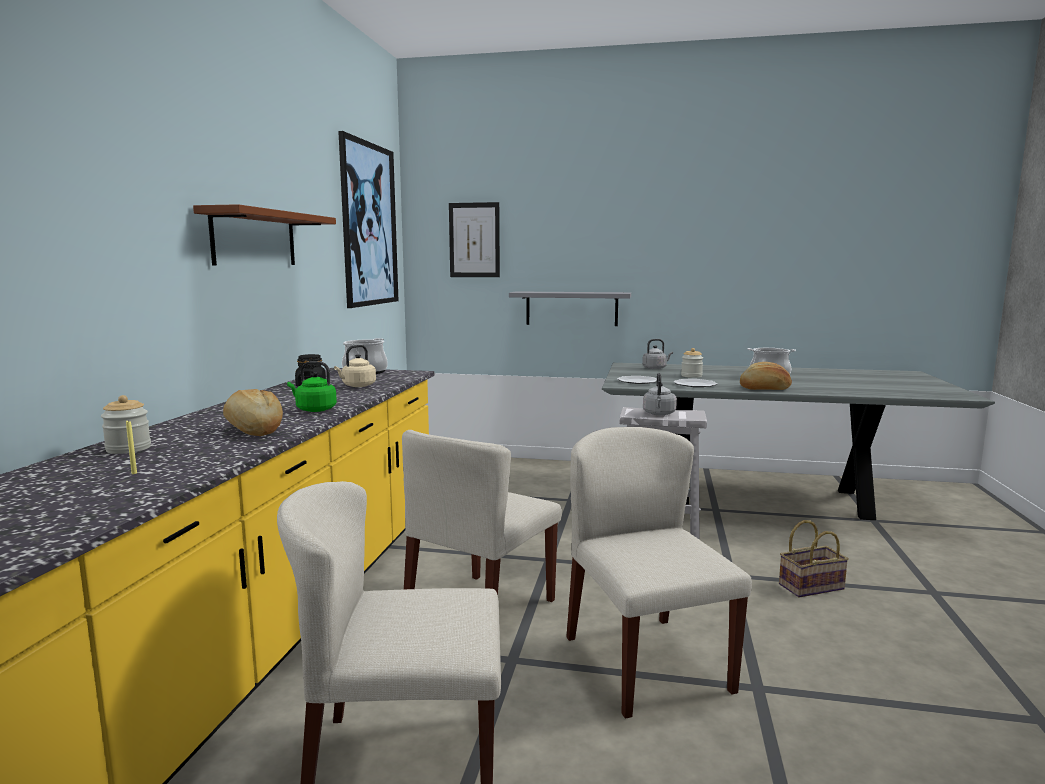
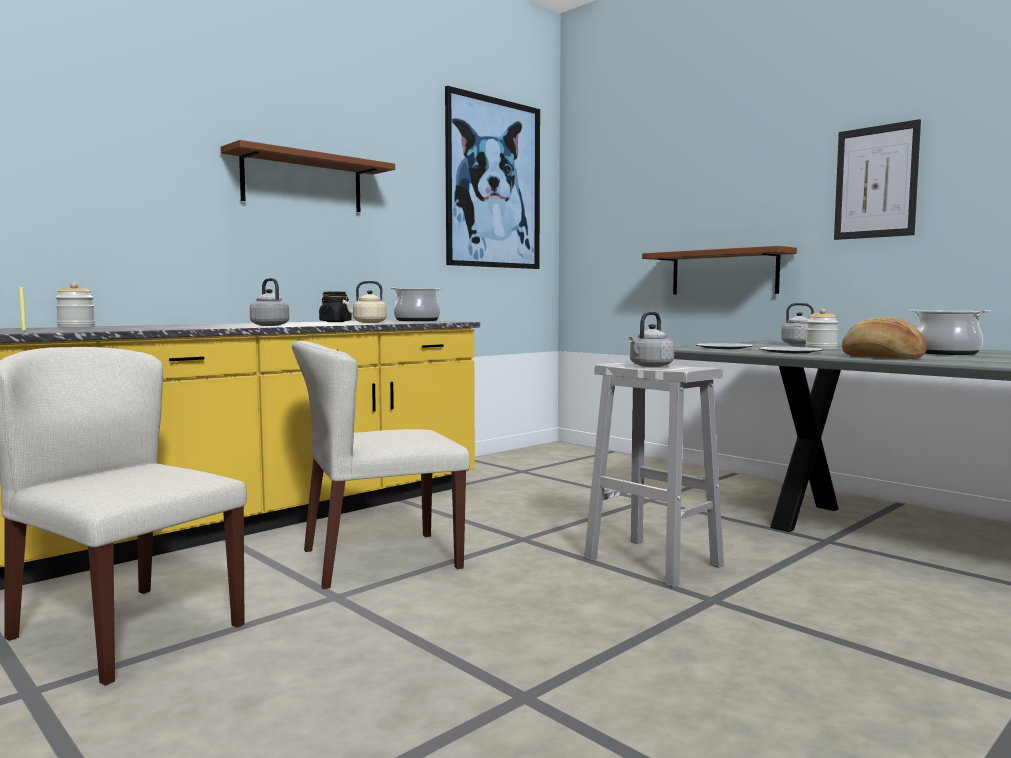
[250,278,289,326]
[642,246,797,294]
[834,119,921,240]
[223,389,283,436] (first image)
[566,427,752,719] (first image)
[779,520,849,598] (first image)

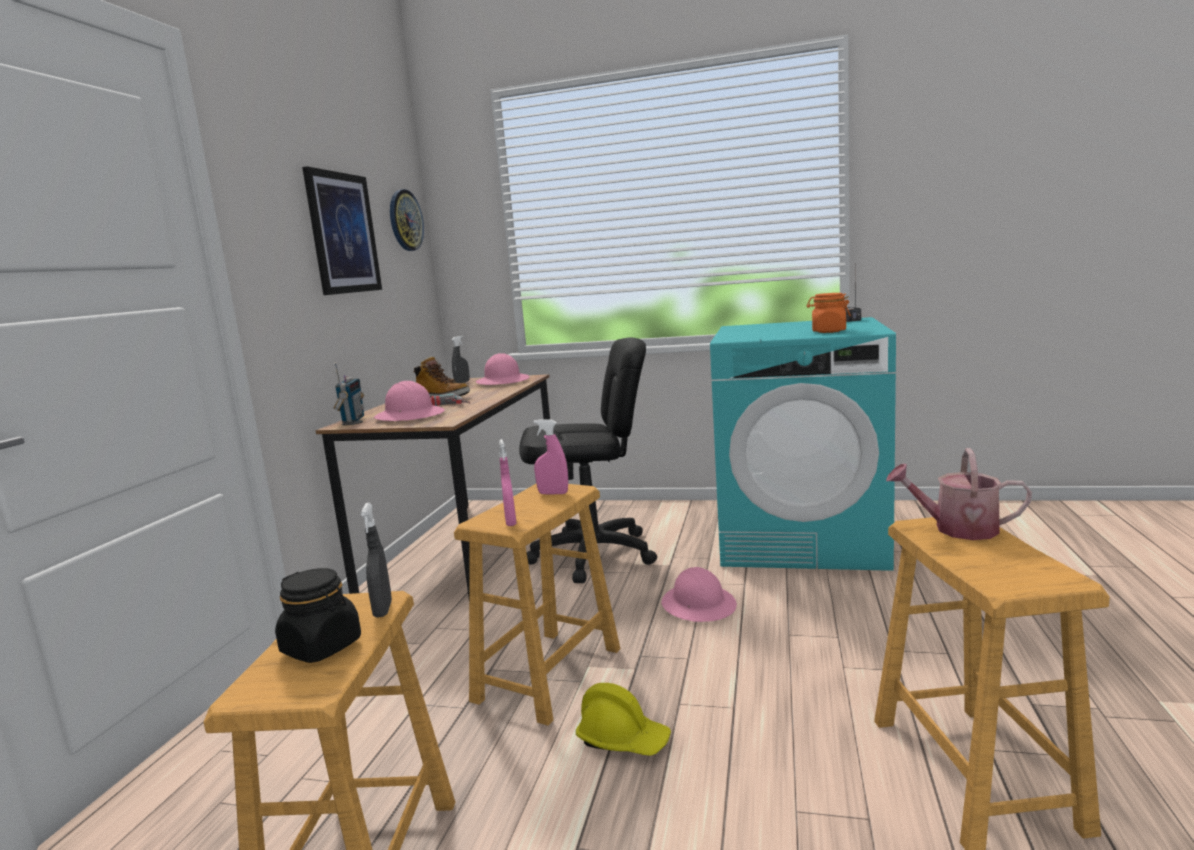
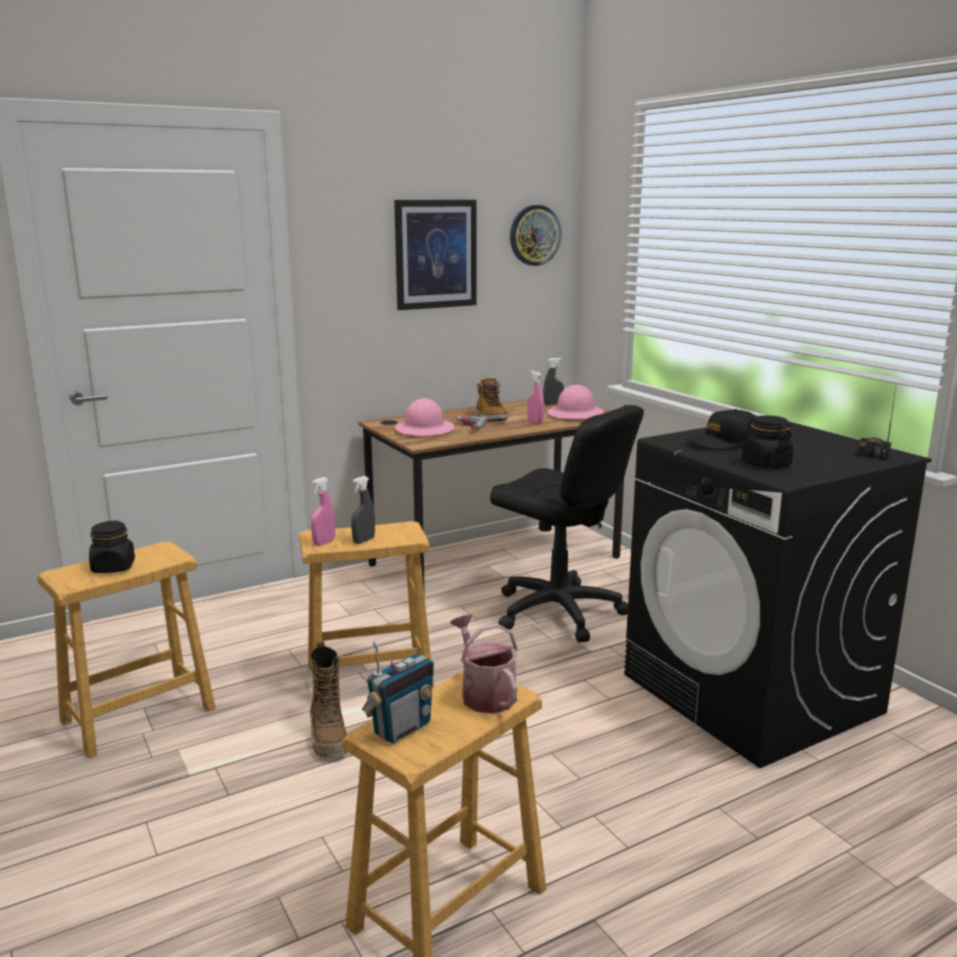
[309,641,347,757]
[351,476,375,544]
[362,641,434,744]
[527,371,544,424]
[624,421,932,768]
[688,409,756,450]
[742,415,794,468]
[661,567,737,622] (first image)

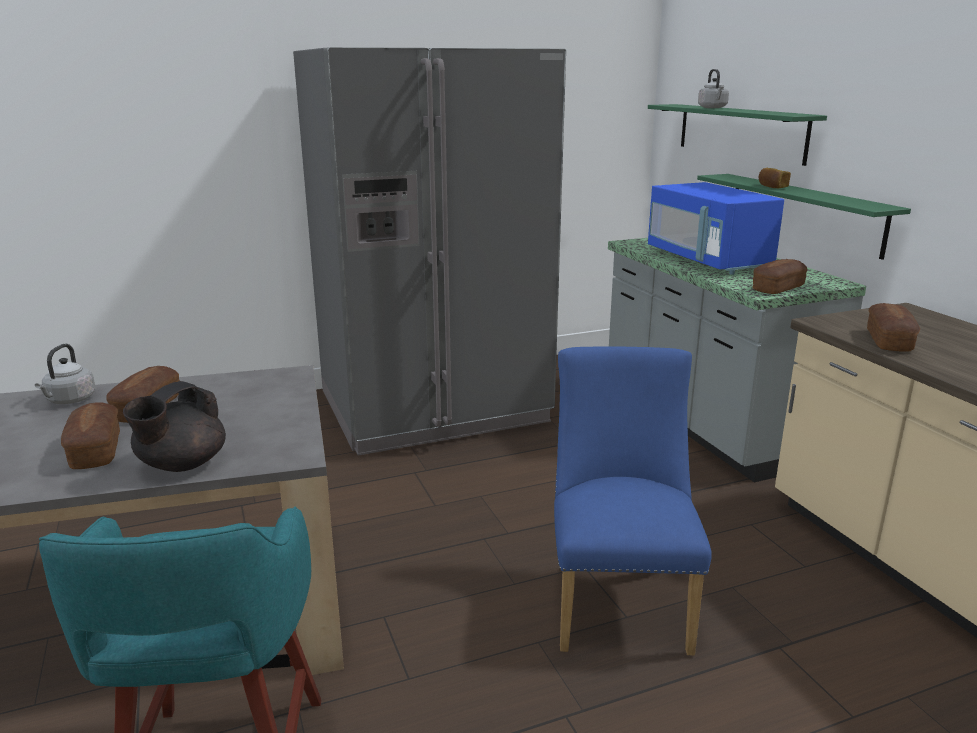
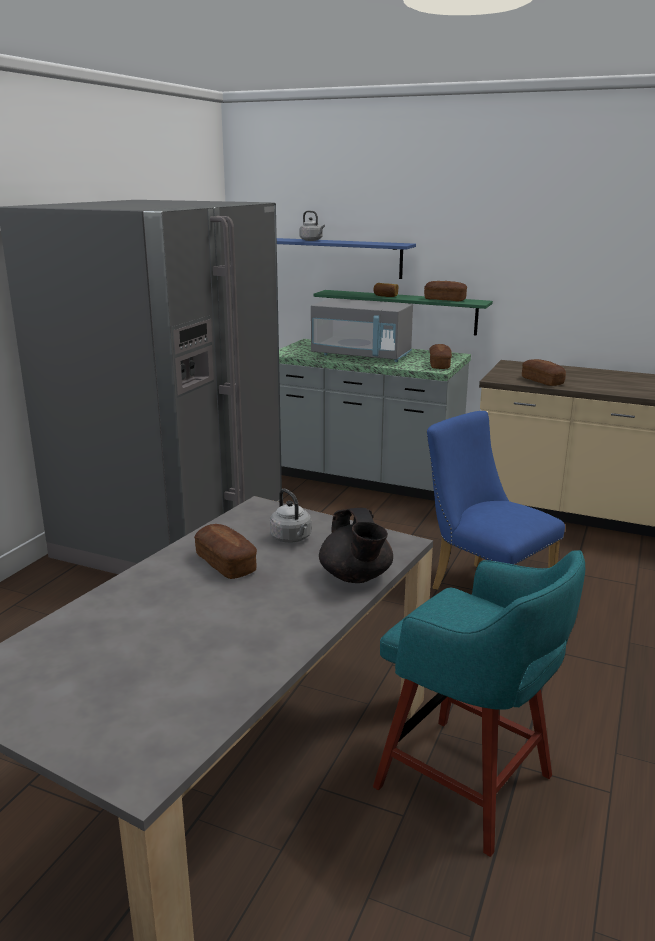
[270,489,311,543]
[277,238,416,279]
[311,298,413,362]
[424,281,467,301]

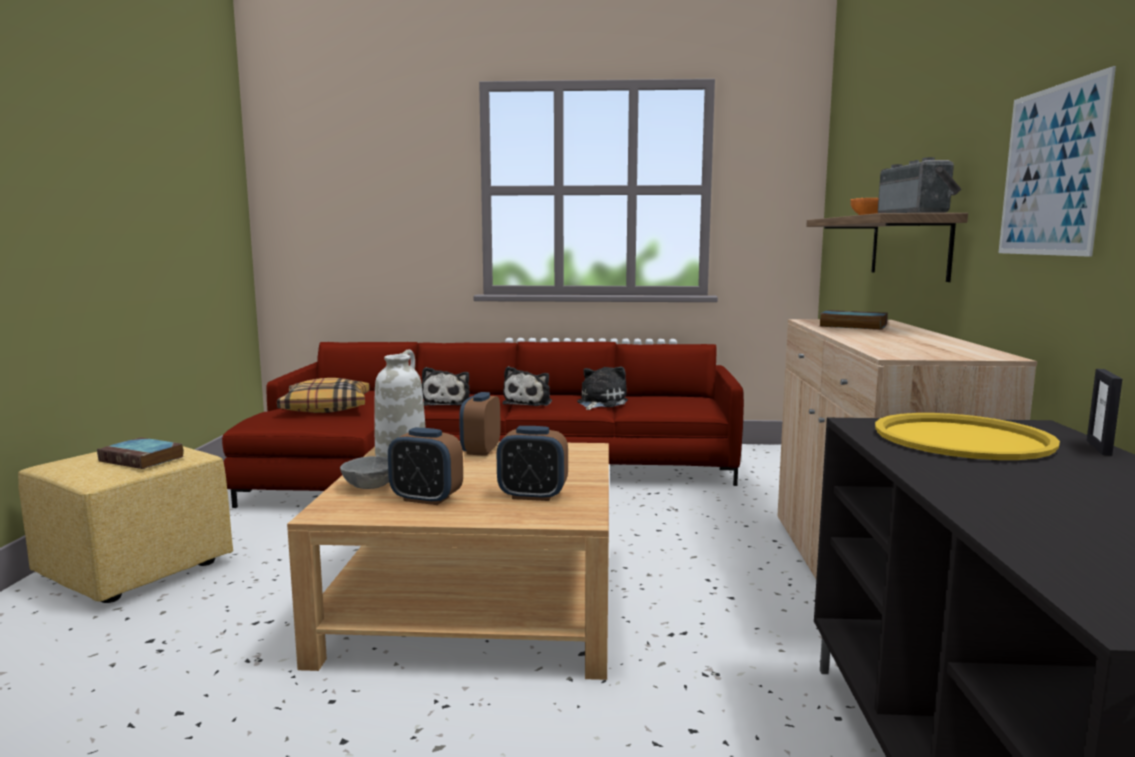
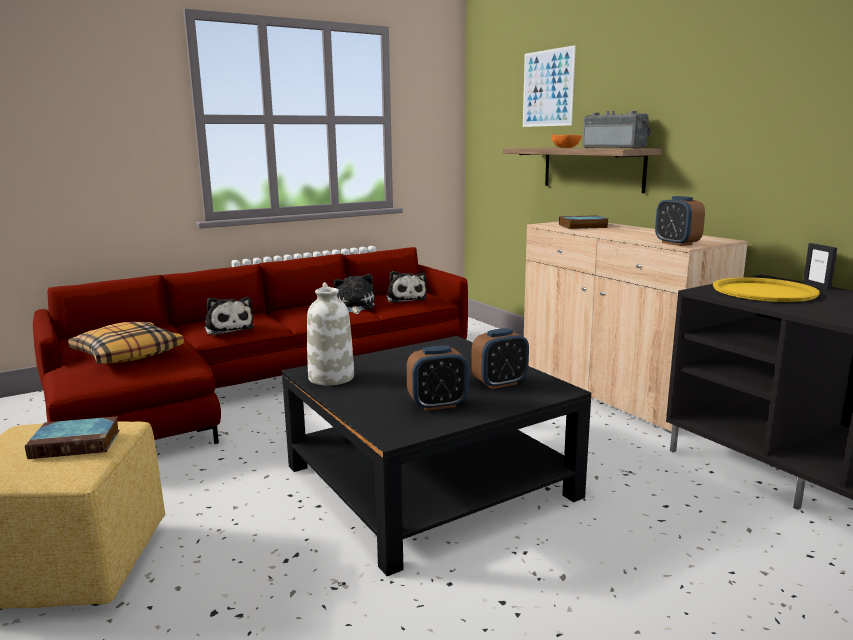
[282,336,591,576]
[386,271,427,303]
[523,45,576,127]
[655,196,705,246]
[340,456,389,489] (first image)

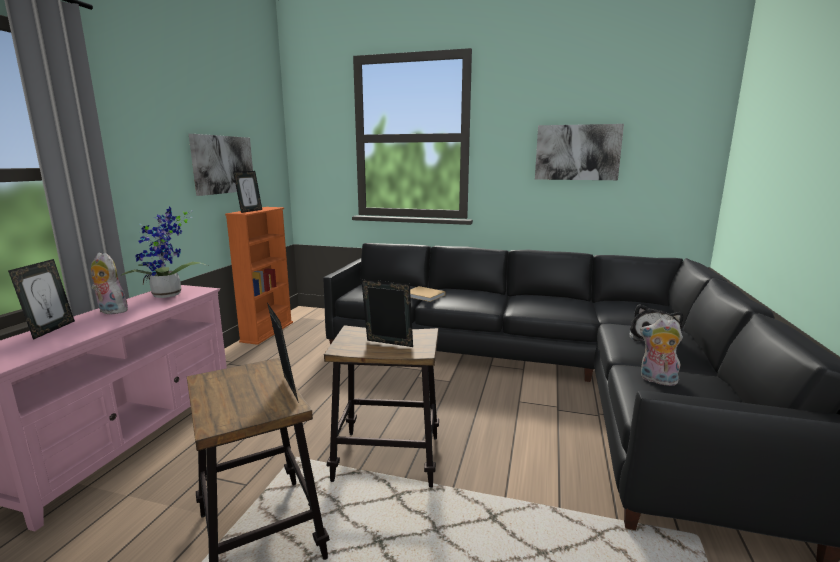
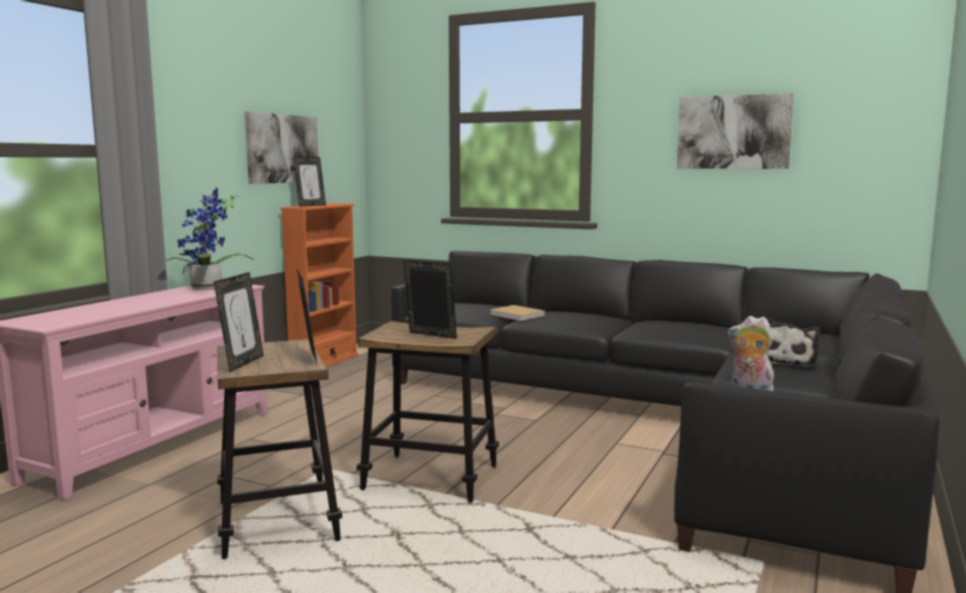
[214,272,264,372]
[90,252,128,314] (first image)

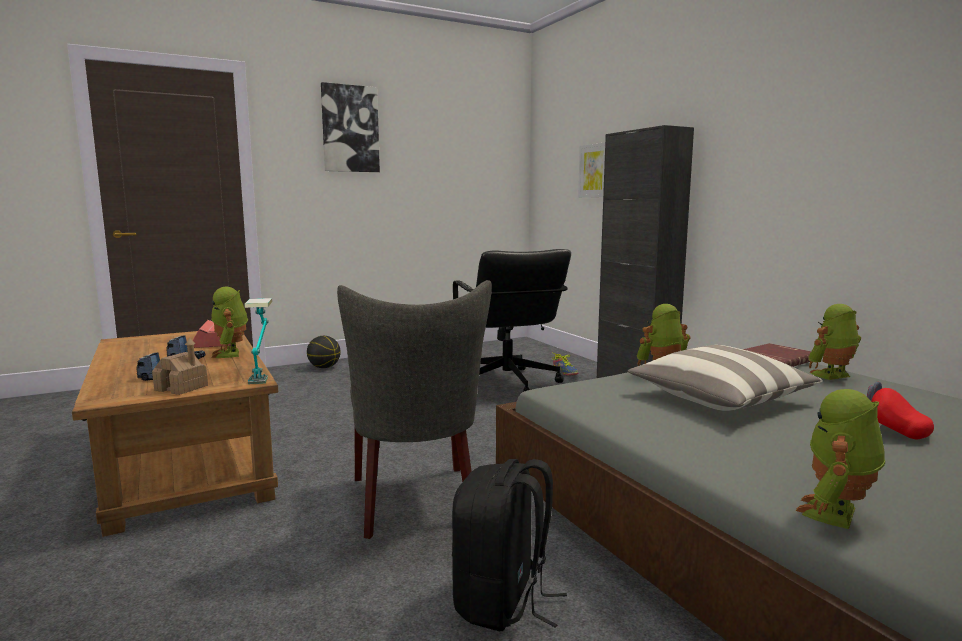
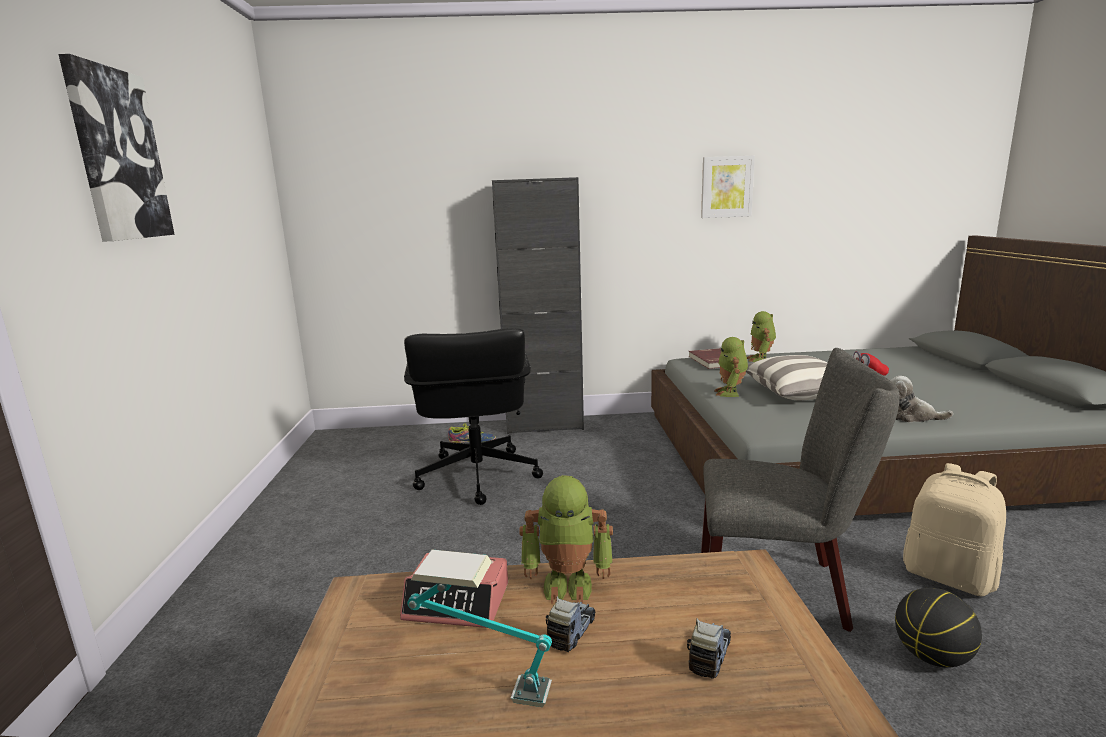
[404,328,543,505]
[407,550,552,707]
[701,155,755,218]
[891,376,953,422]
[895,588,982,668]
[903,463,1006,596]
[152,338,208,395] (first image)
[796,389,885,529] (first image)

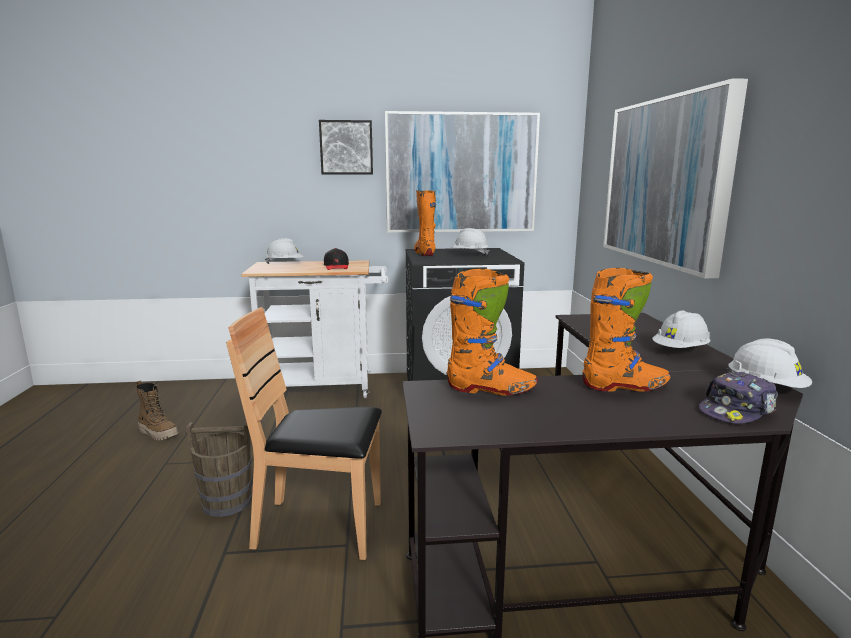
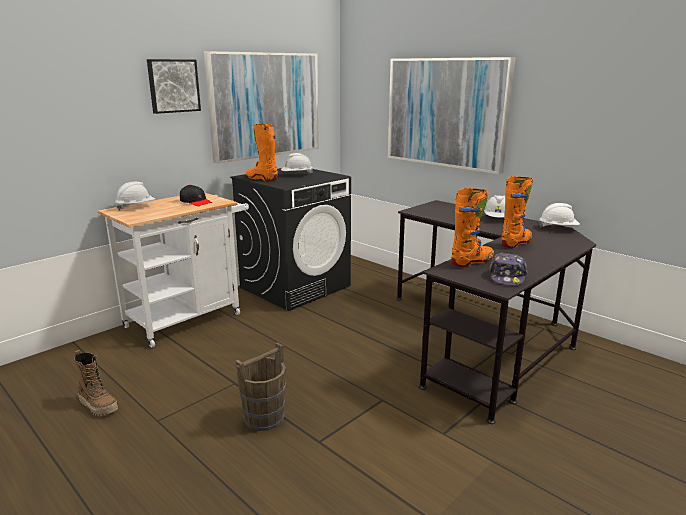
[74,350,118,416]
[489,252,528,285]
[226,307,382,560] (first image)

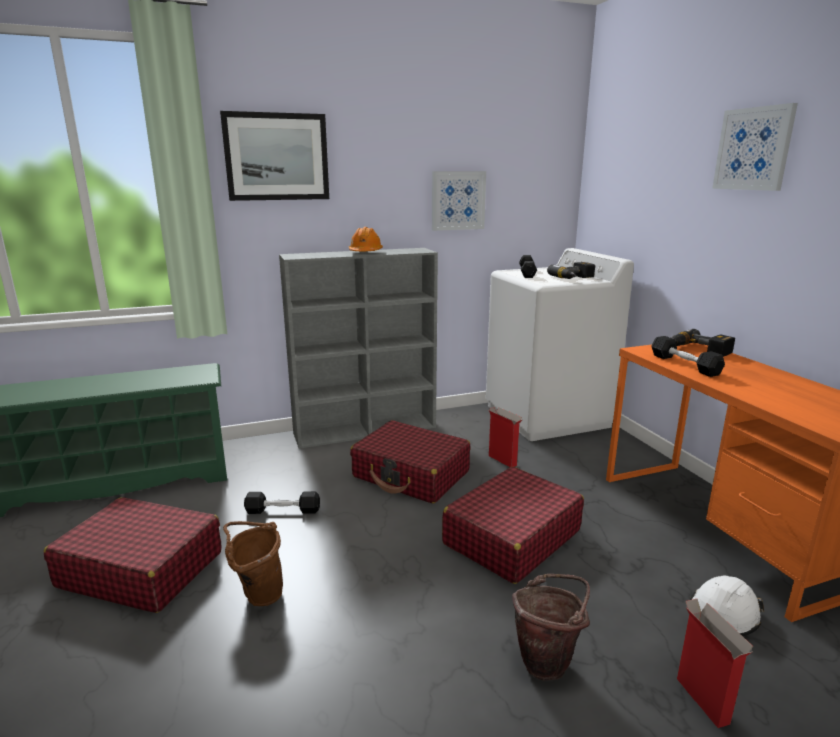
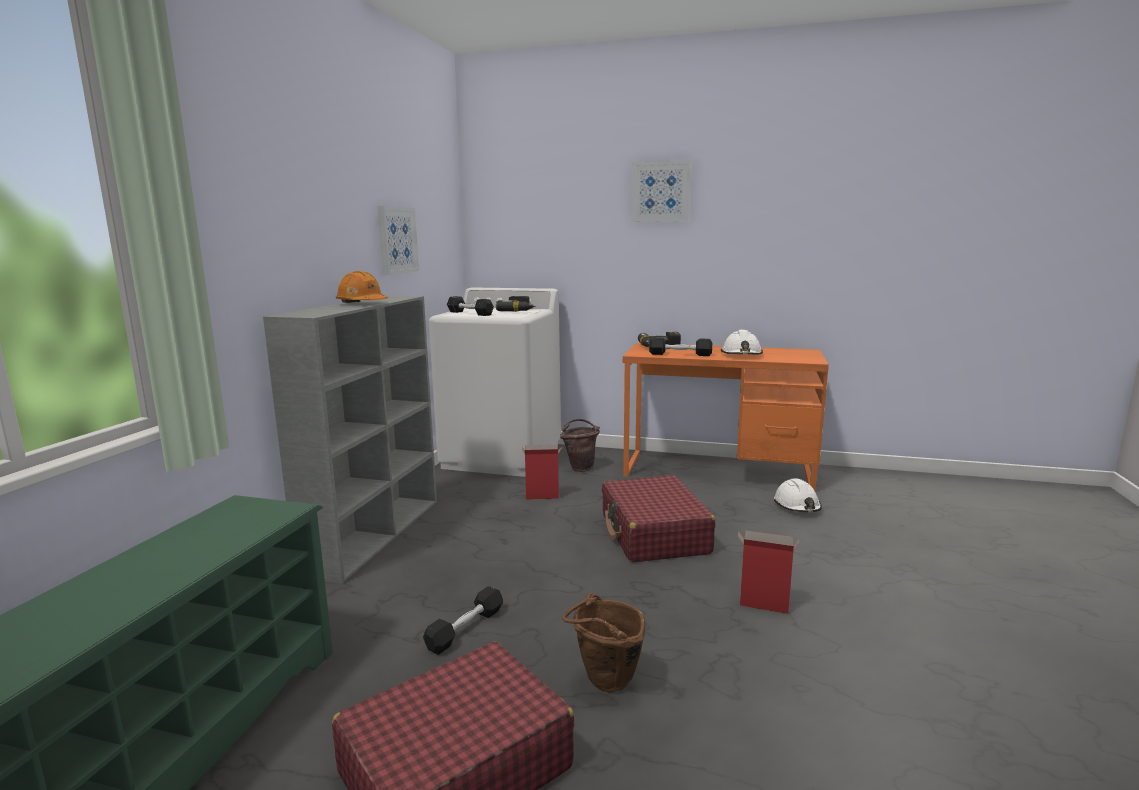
[560,419,600,472]
[721,330,763,355]
[738,530,798,614]
[220,111,329,201] (first image)
[350,420,470,504] (first image)

